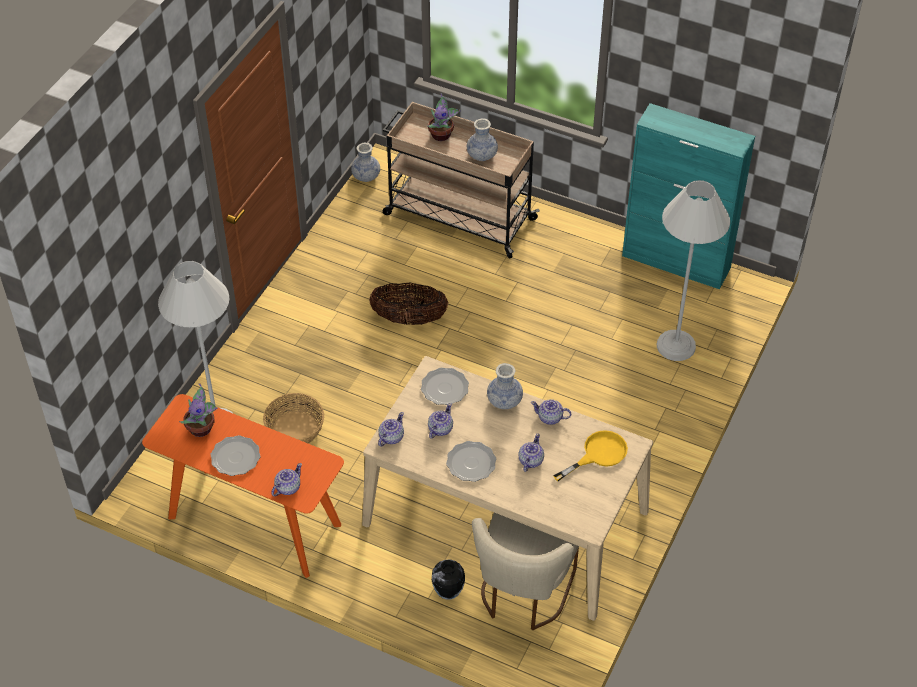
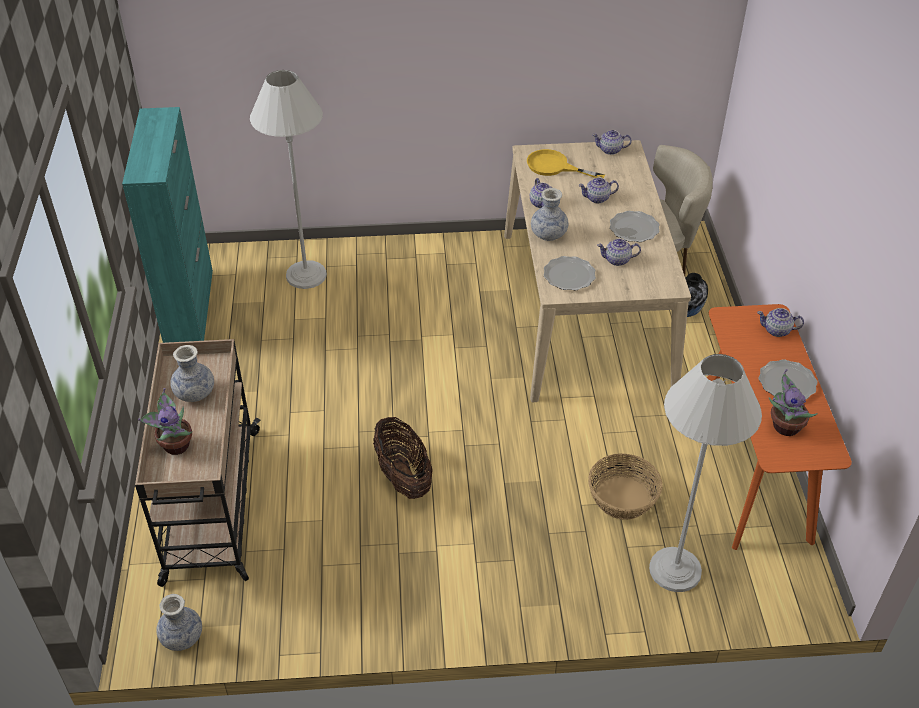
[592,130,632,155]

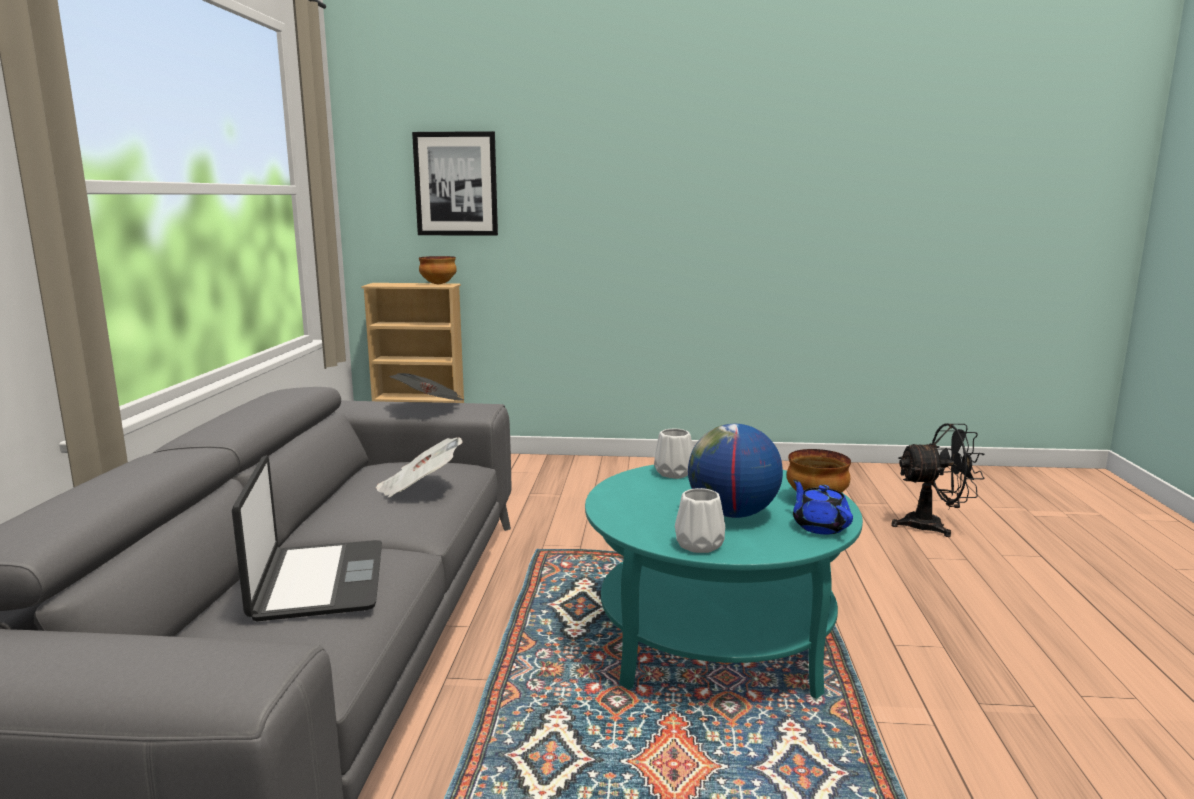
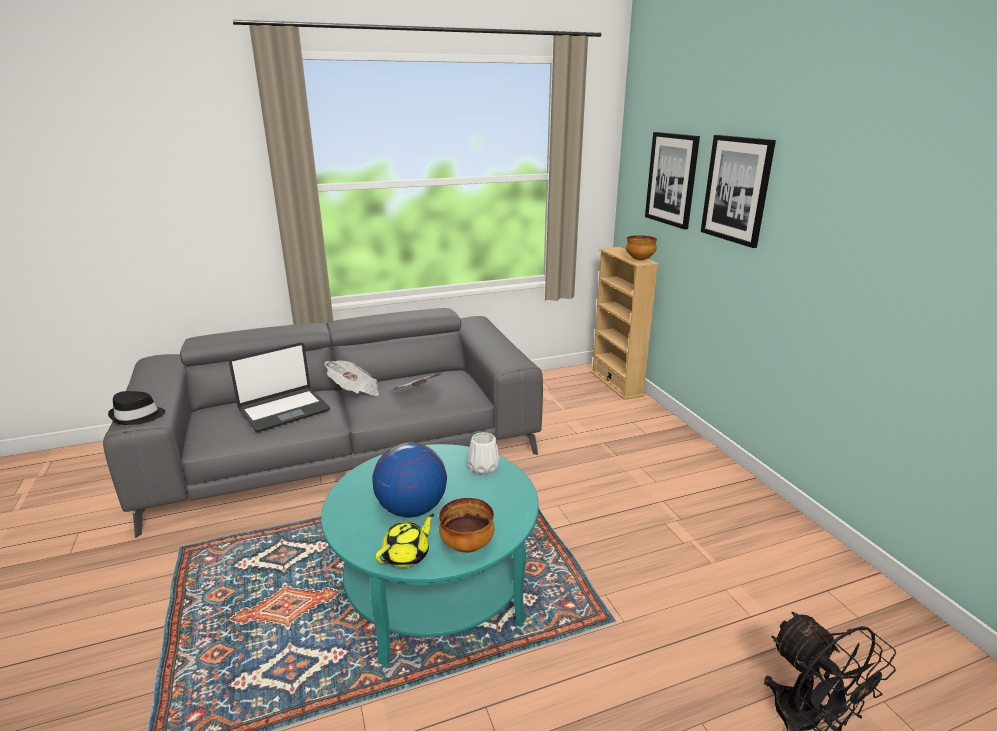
[108,391,165,425]
[324,360,379,396]
[375,514,434,568]
[701,135,776,248]
[675,488,725,553] (first image)

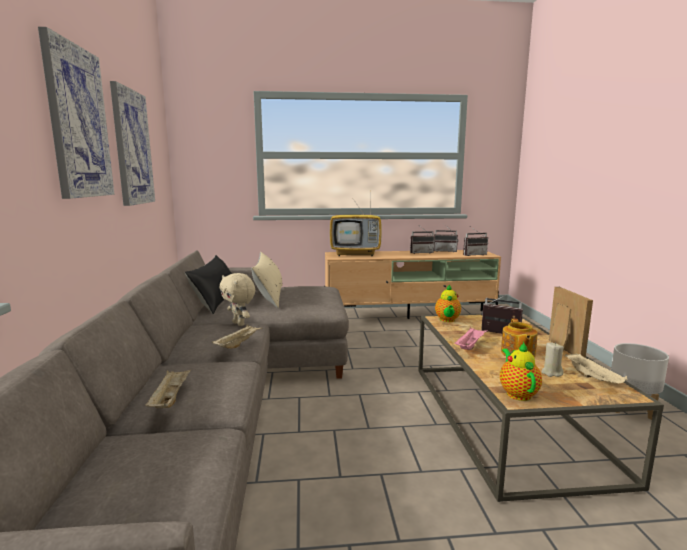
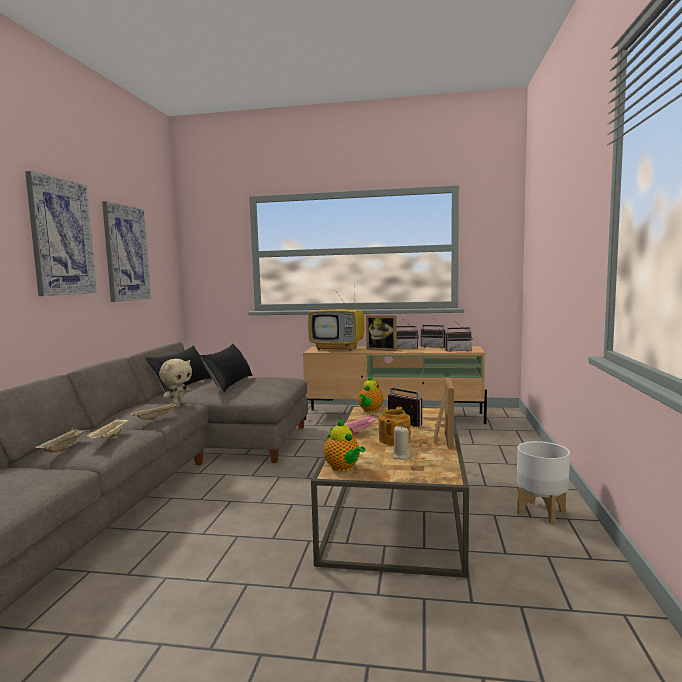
[86,418,129,438]
[159,359,192,405]
[200,343,253,393]
[324,419,365,472]
[366,315,397,351]

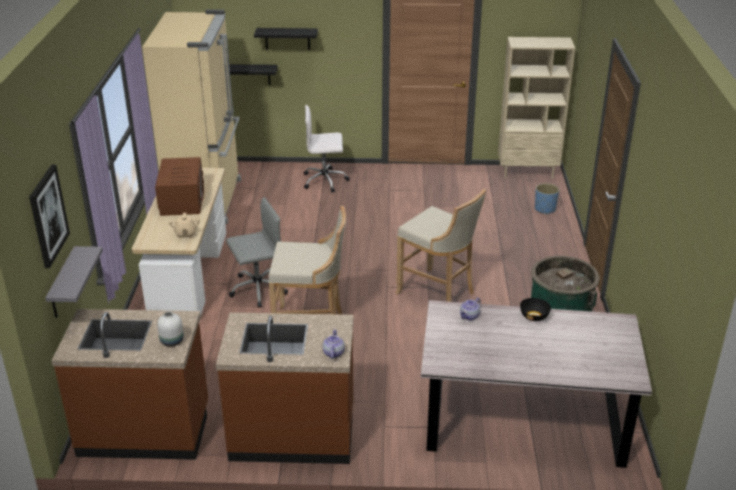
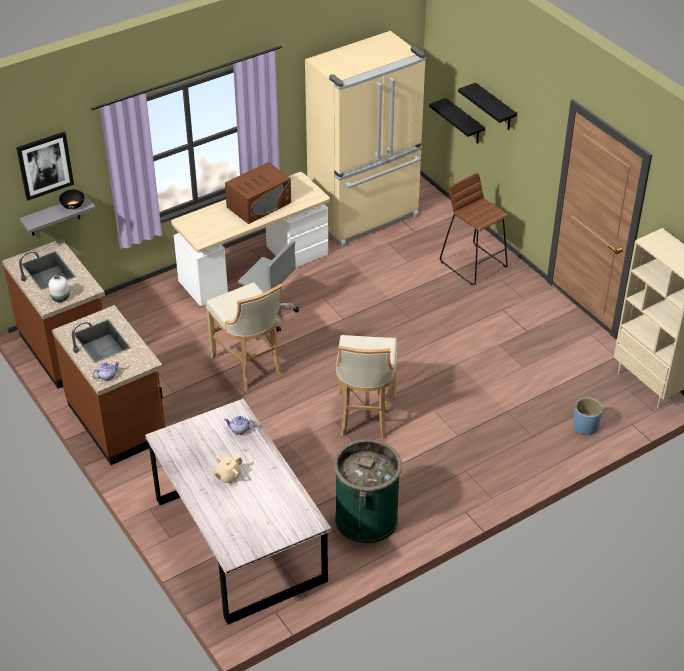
[59,190,85,209]
[213,455,243,484]
[440,173,509,285]

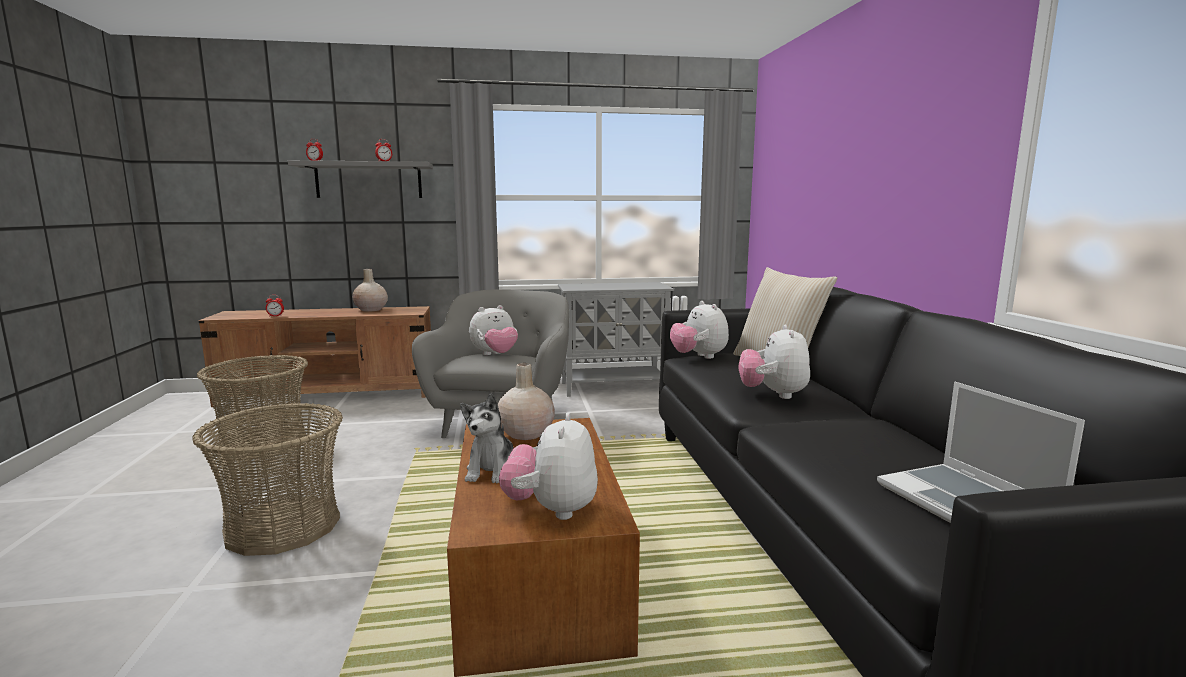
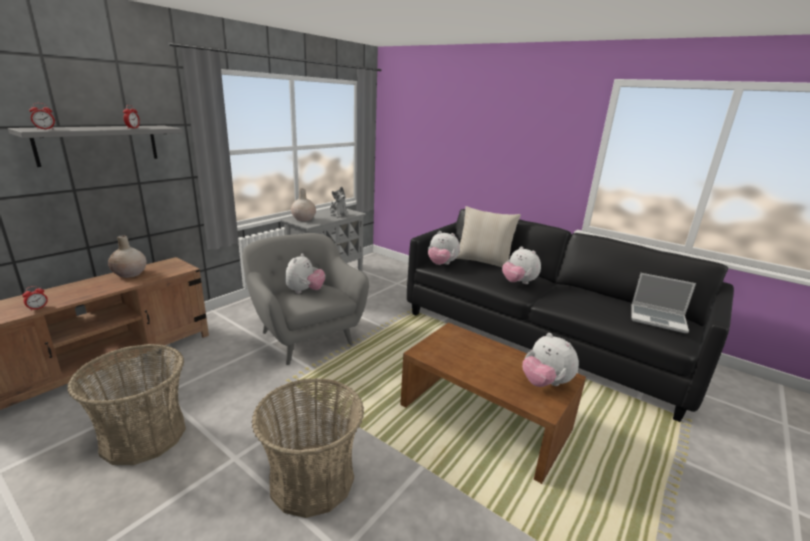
[291,189,316,221]
[330,187,349,218]

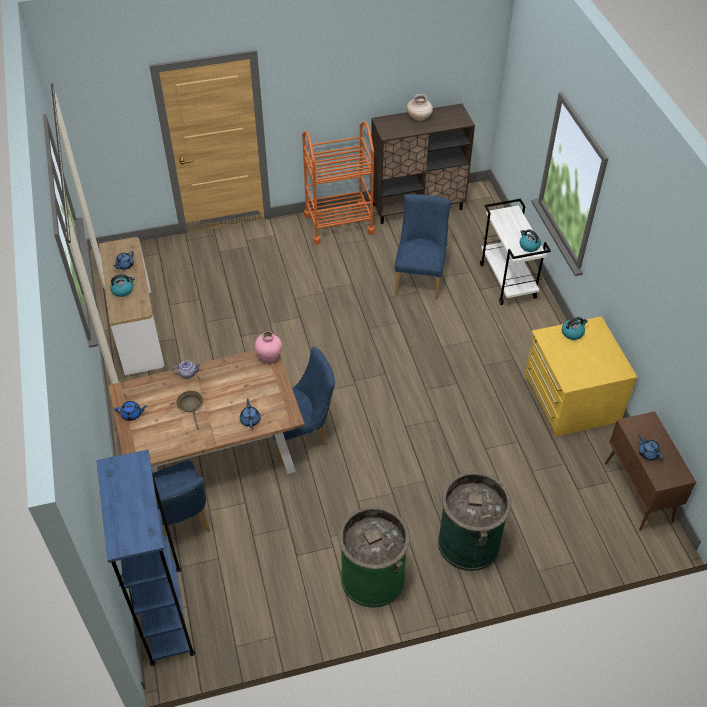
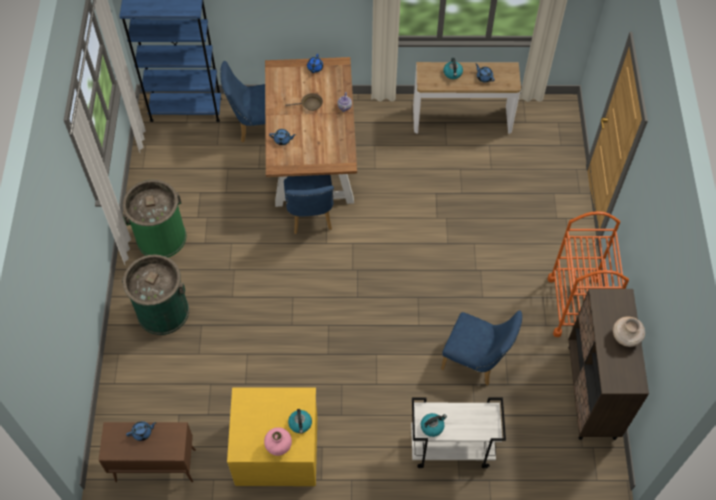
[264,427,292,456]

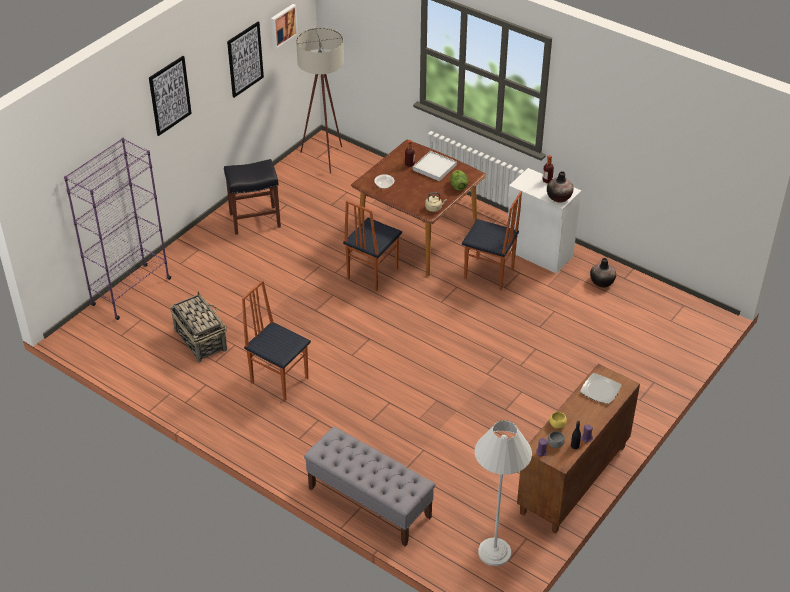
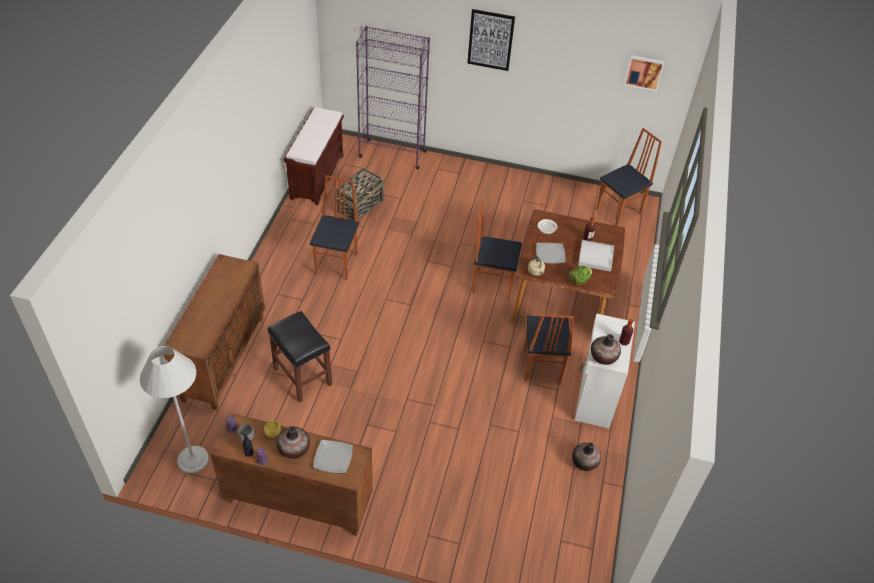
[164,254,265,410]
[268,311,332,403]
[277,426,310,459]
[283,107,344,205]
[536,243,566,264]
[596,128,662,226]
[227,22,264,98] (first image)

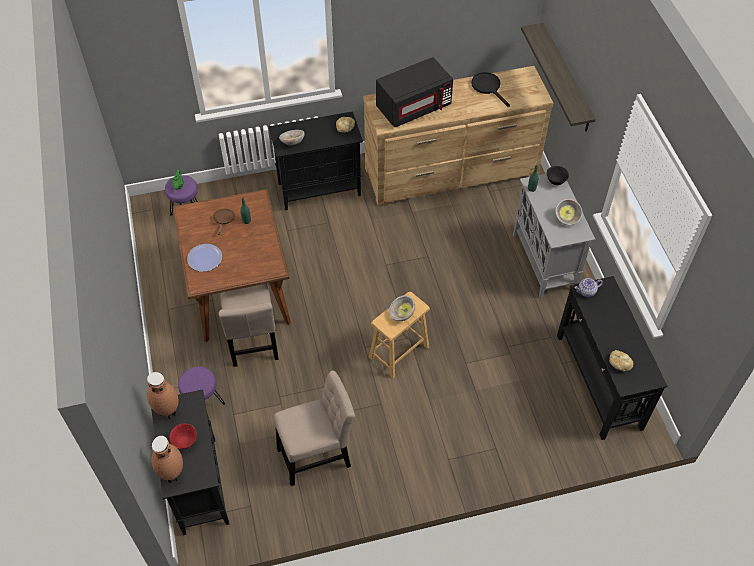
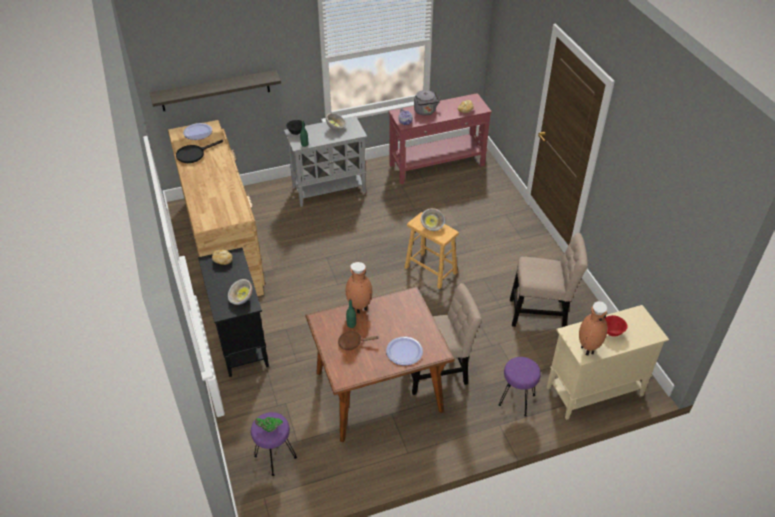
[183,123,212,140]
[345,262,372,313]
[389,93,492,184]
[414,90,441,116]
[510,233,588,327]
[547,305,669,420]
[376,57,453,127] (first image)

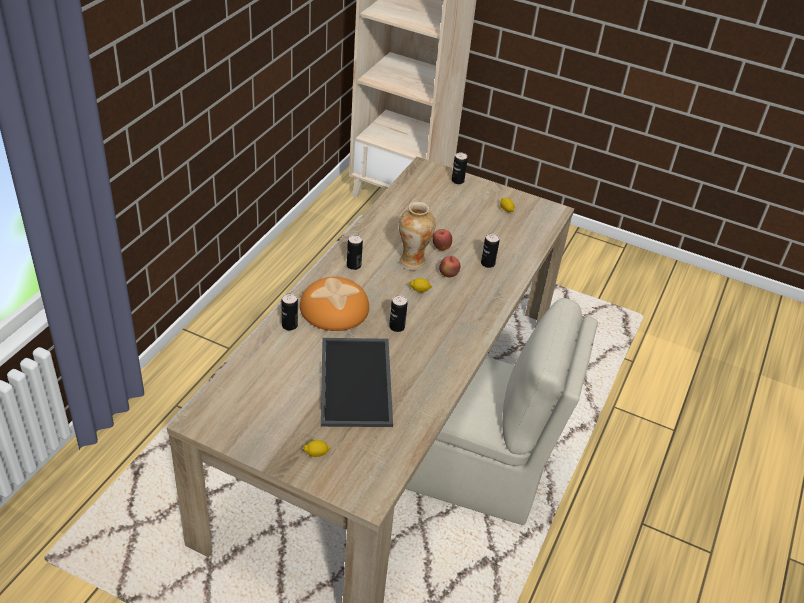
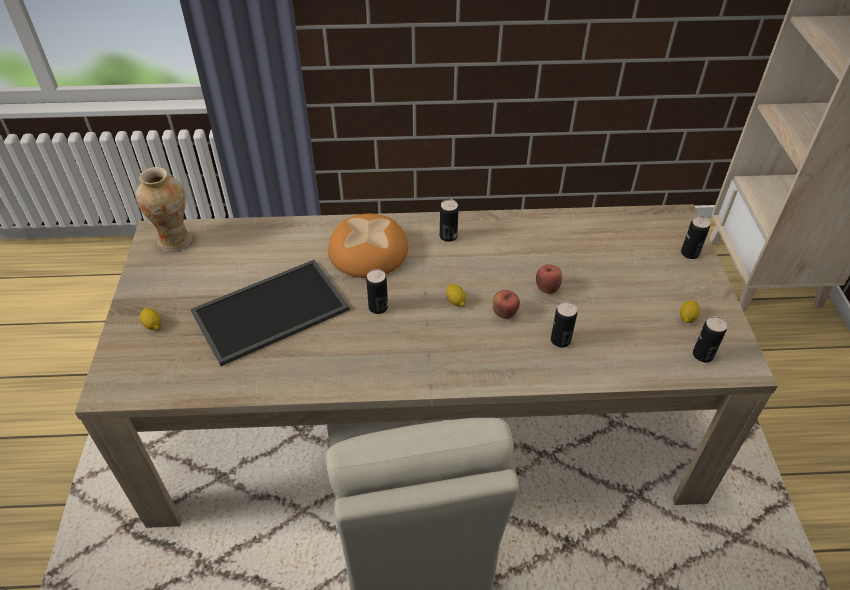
[136,167,192,252]
[693,316,727,362]

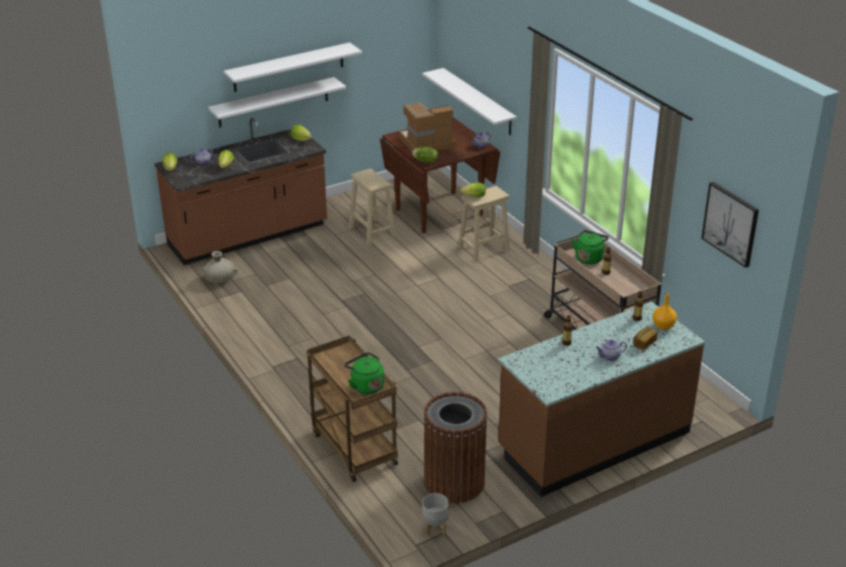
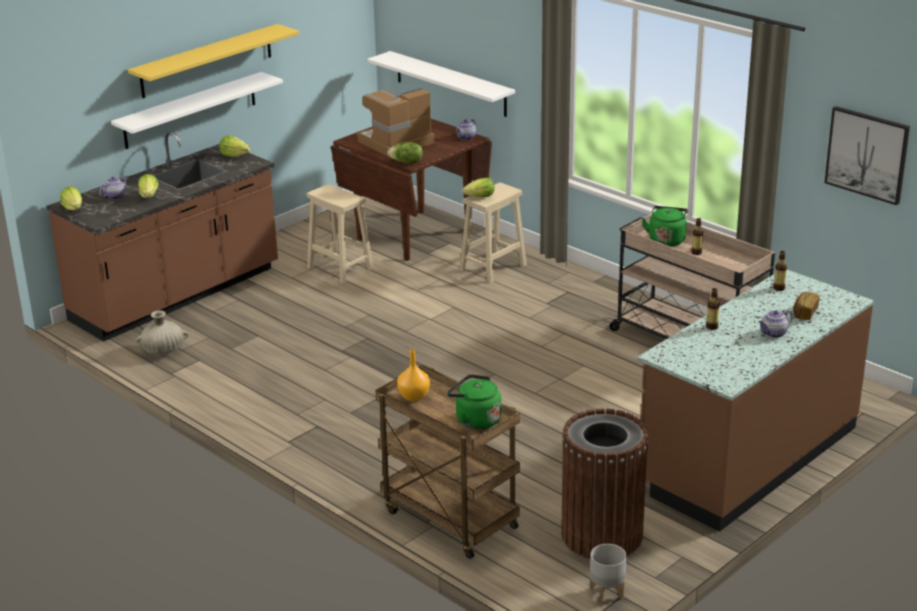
[128,24,299,98]
[397,349,430,401]

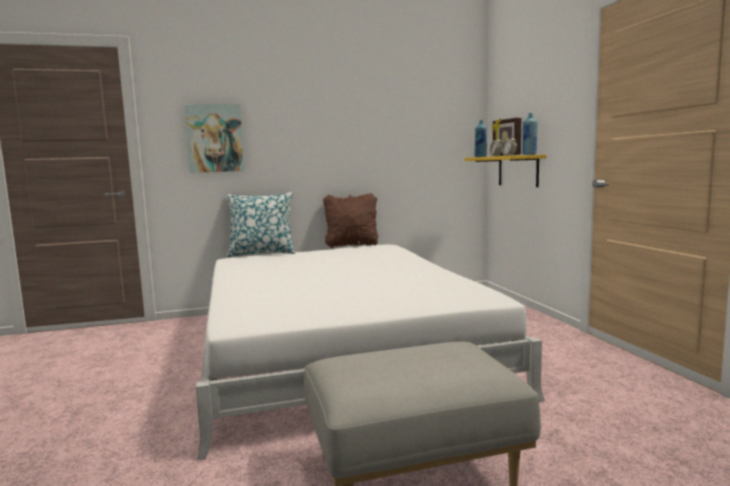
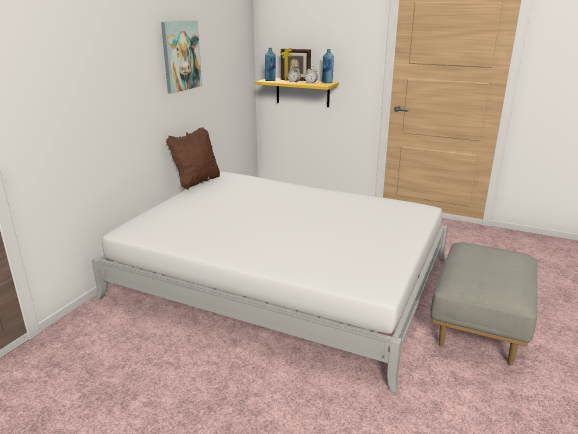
[161,20,202,94]
[226,192,295,257] (first image)

